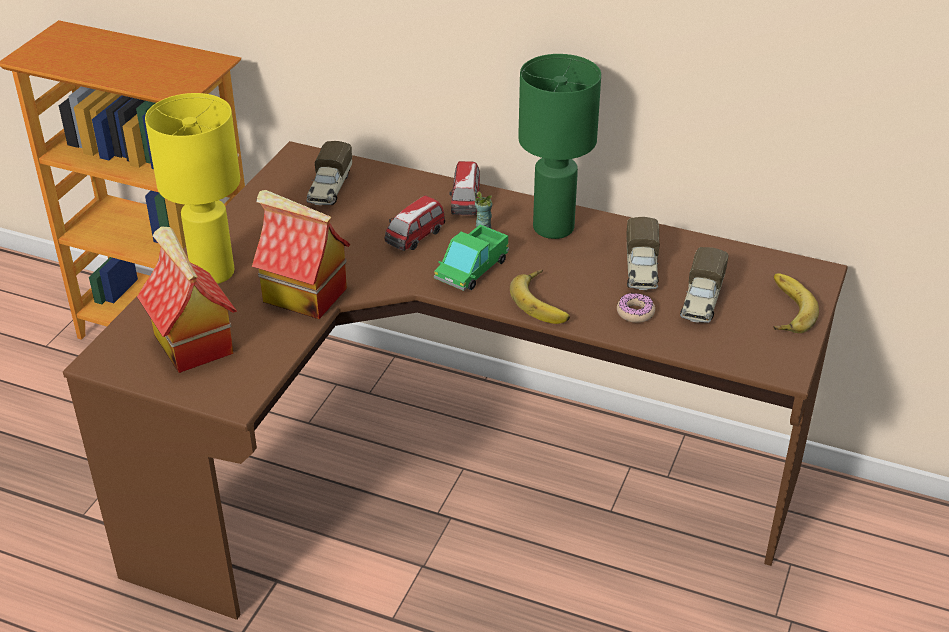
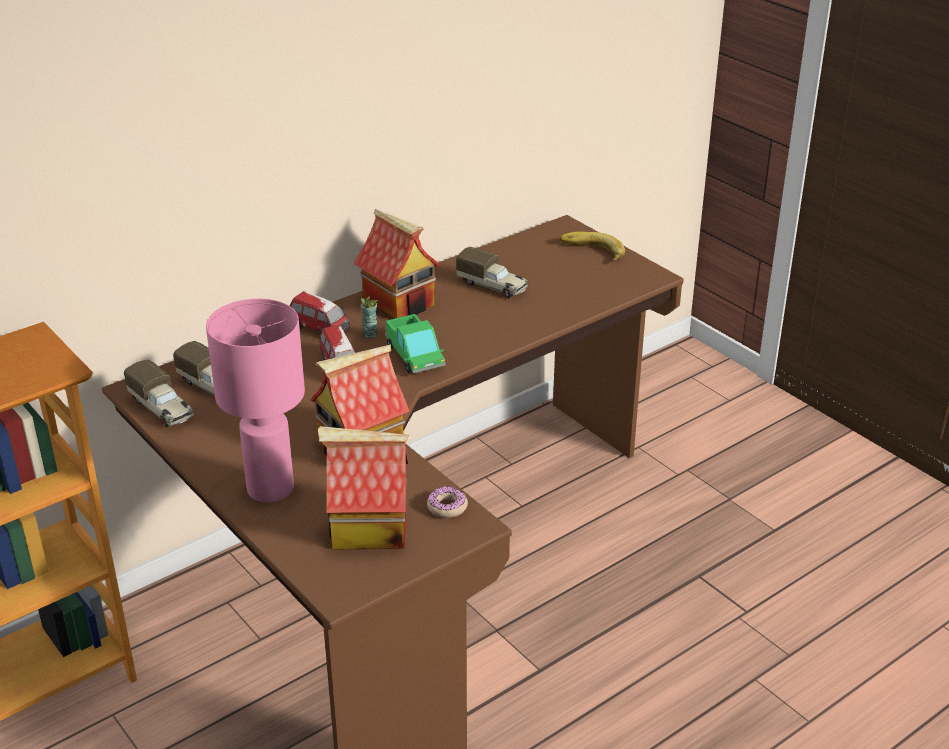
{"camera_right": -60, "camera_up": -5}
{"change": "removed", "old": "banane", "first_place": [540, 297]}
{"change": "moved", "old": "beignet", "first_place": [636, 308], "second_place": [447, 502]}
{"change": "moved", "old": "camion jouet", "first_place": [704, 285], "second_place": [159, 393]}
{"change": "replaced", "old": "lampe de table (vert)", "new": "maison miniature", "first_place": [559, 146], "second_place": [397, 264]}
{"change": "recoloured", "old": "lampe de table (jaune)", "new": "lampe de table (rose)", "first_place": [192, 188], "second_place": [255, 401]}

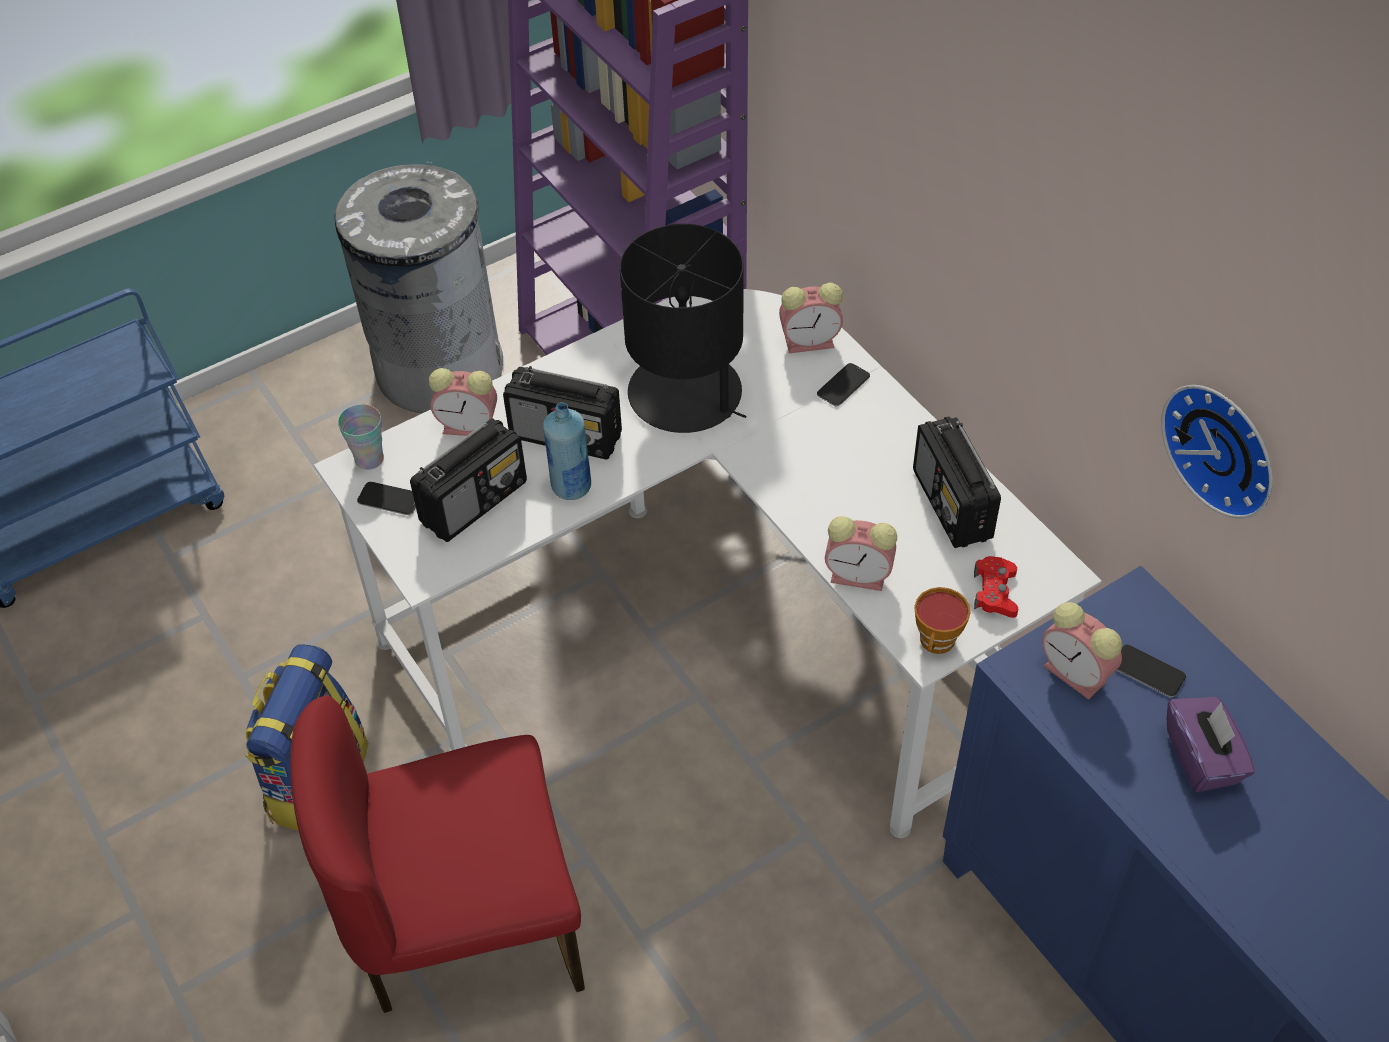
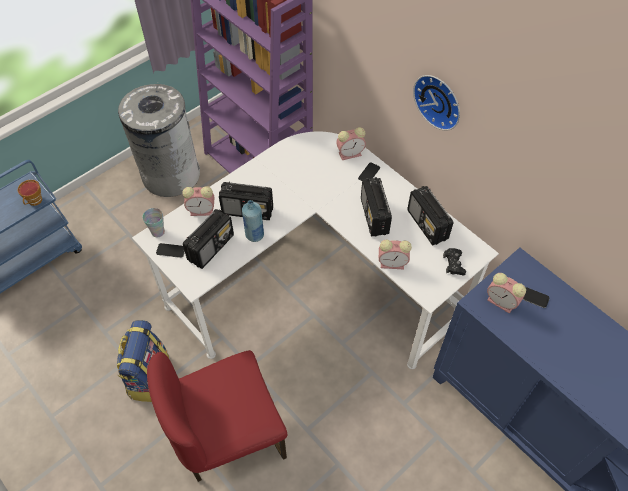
{"camera_right": -10, "camera_up": 5}
{"change": "removed", "old": "lampe de table (noir)", "first_place": [683, 328]}
{"change": "removed", "old": "boîte à mouchoirs (violet)", "first_place": [1211, 744]}
{"change": "added", "new": "radio", "second_place": [376, 206]}
{"change": "moved", "old": "tasse", "first_place": [942, 620], "second_place": [29, 193]}
{"change": "moved", "old": "horloge murale", "first_place": [1217, 452], "second_place": [436, 103]}
{"change": "recoloured", "old": "manette (rouge)", "new": "manette (noir)", "first_place": [996, 587], "second_place": [454, 261]}

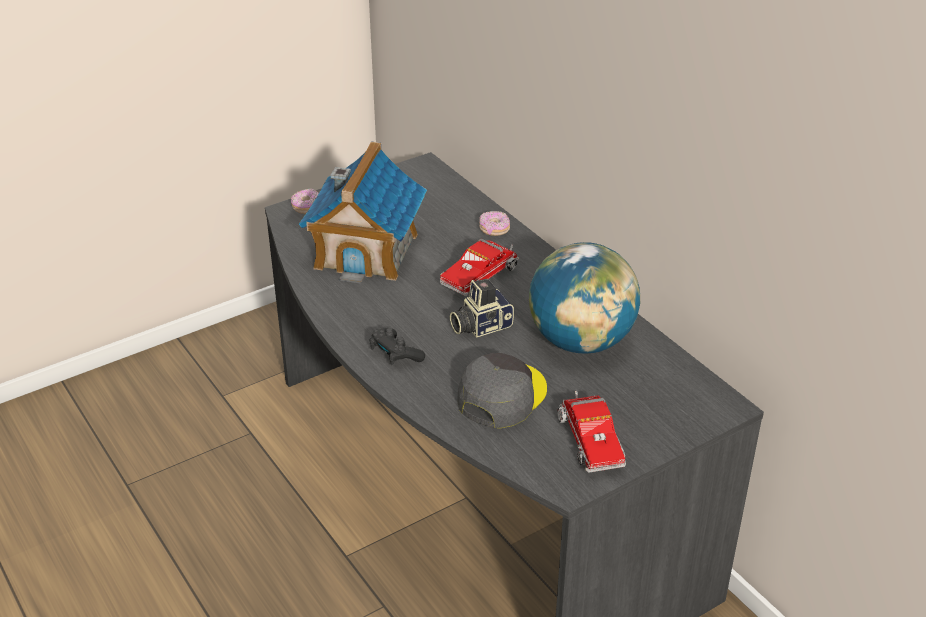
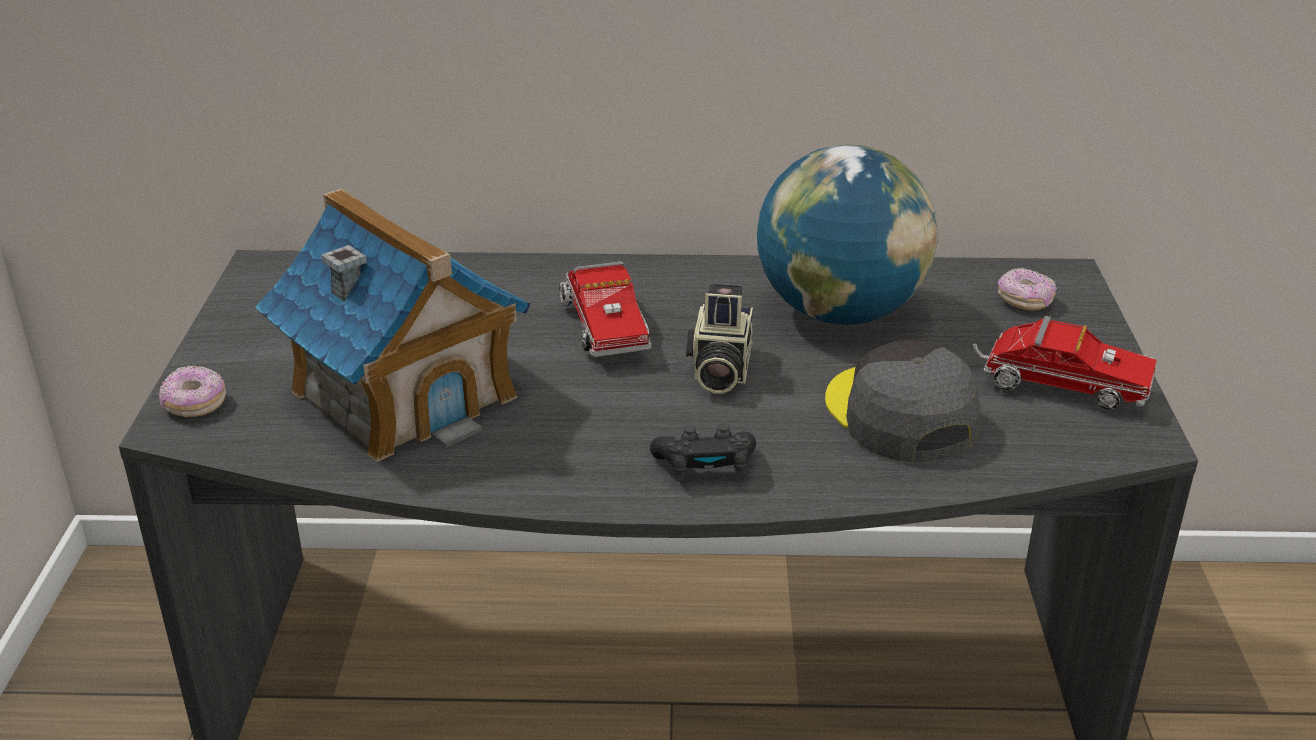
{"camera_right": -55, "camera_up": -5}
{"change": "moved", "old": "beignet", "first_place": [494, 223], "second_place": [1027, 289]}

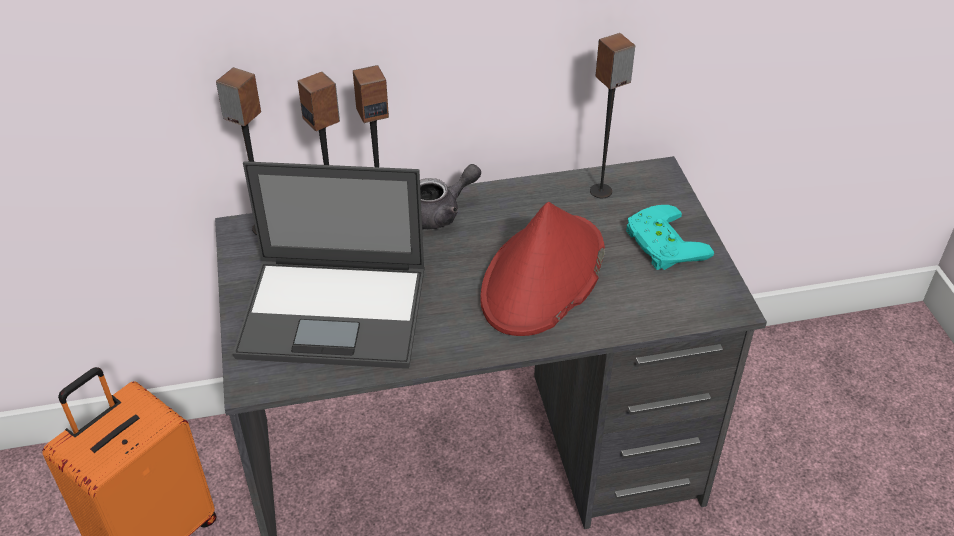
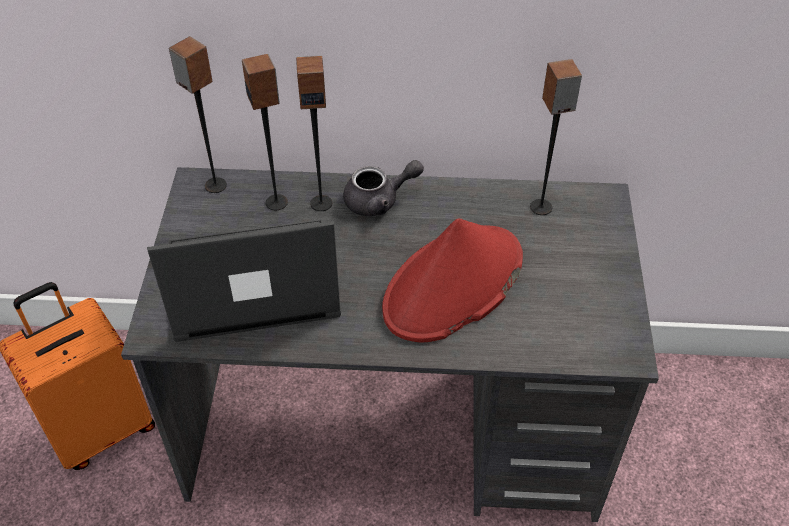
{"camera_right": 15, "camera_up": 5}
{"change": "removed", "old": "manette (turquoise)", "first_place": [670, 237]}
{"change": "turned", "old": "ordinateur portable", "first_place": [329, 265], "second_place": [244, 280], "degrees": 150}

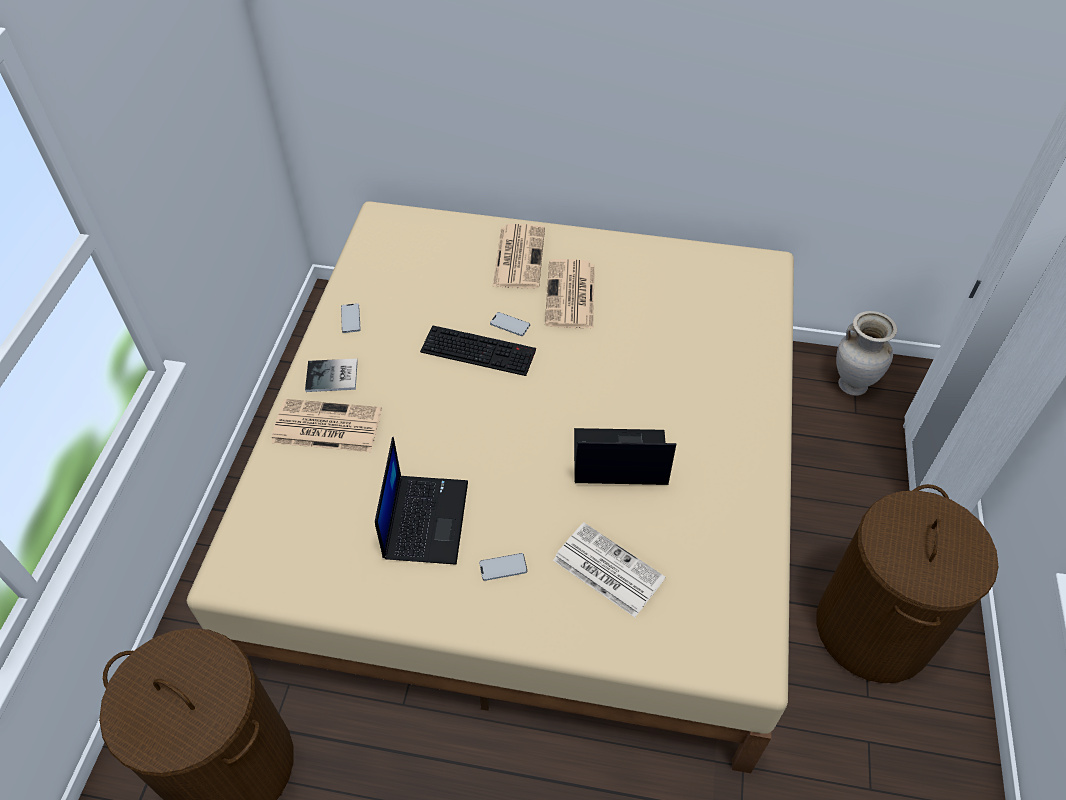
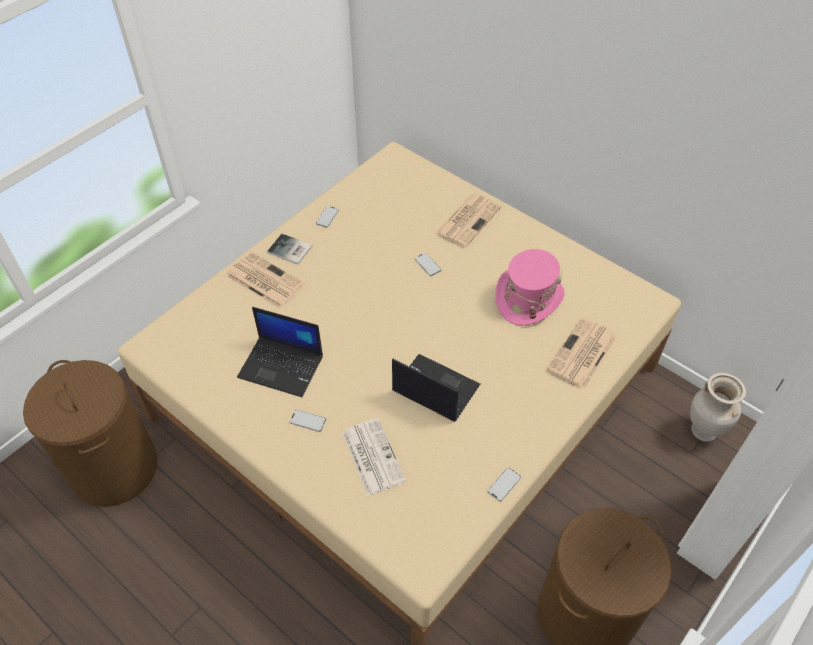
{"camera_right": 30, "camera_up": 0}
{"change": "removed", "old": "clavier", "first_place": [478, 350]}
{"change": "added", "new": "téléphone", "second_place": [504, 484]}
{"change": "added", "new": "chapeau (rose)", "second_place": [530, 287]}
{"change": "moved", "old": "journal", "first_place": [570, 294], "second_place": [582, 353]}
{"change": "turned", "old": "ordinateur portable", "first_place": [421, 501], "second_place": [280, 352], "degrees": 75}

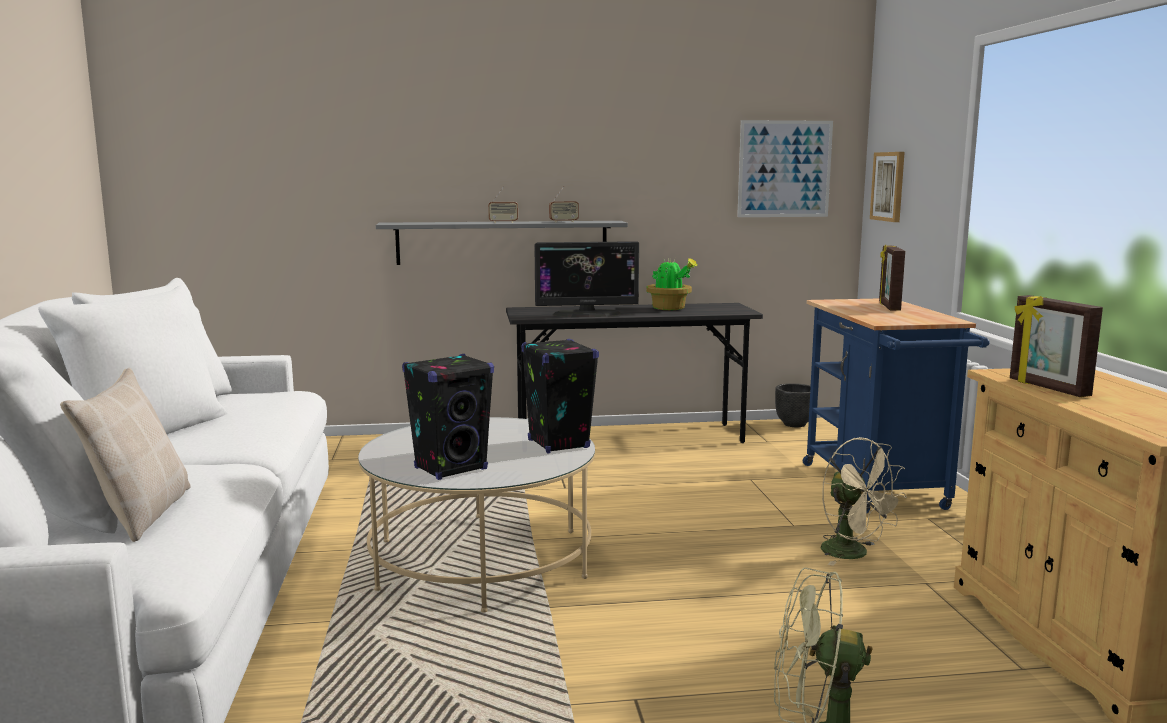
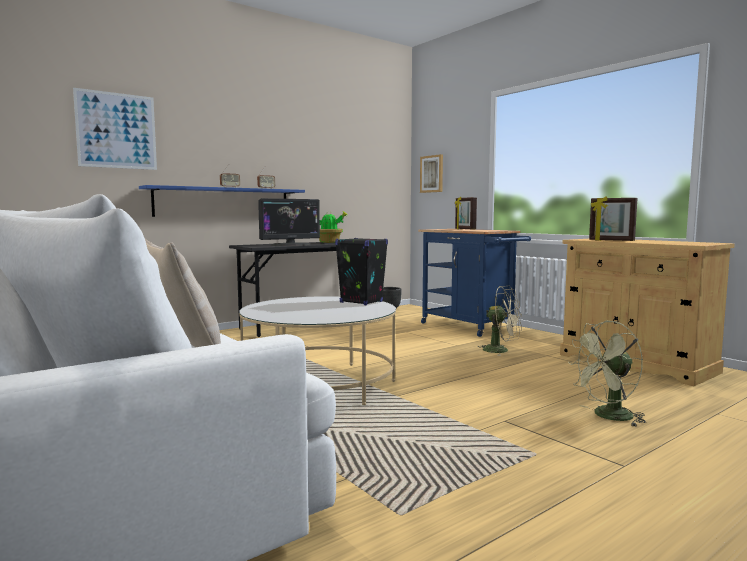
{"camera_right": -30, "camera_up": -5}
{"change": "removed", "old": "enceinte (noir)", "first_place": [448, 417]}
{"change": "moved", "old": "tableau", "first_place": [785, 168], "second_place": [115, 129]}
{"change": "recoloured", "old": "étagère (gris)", "new": "étagère (bleu)", "first_place": [502, 243], "second_place": [222, 201]}

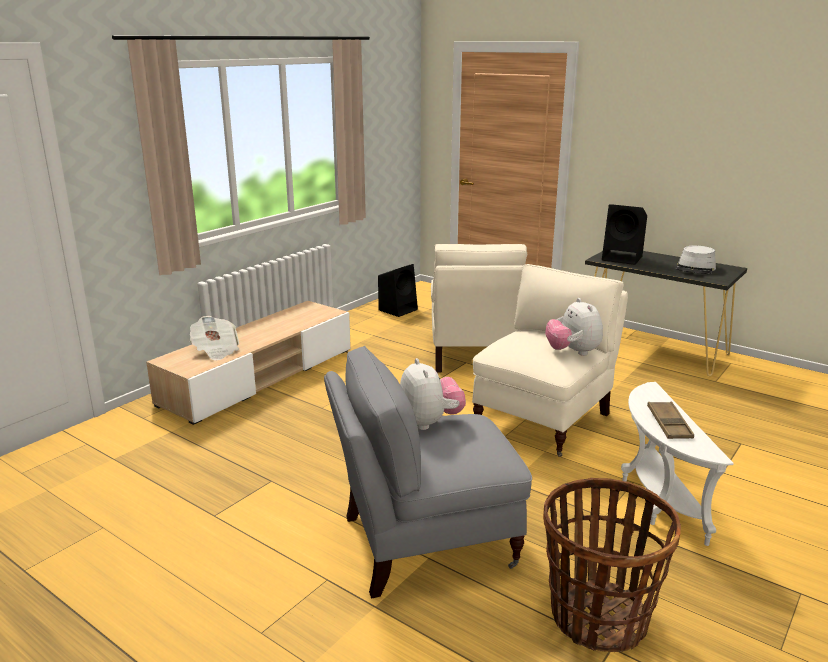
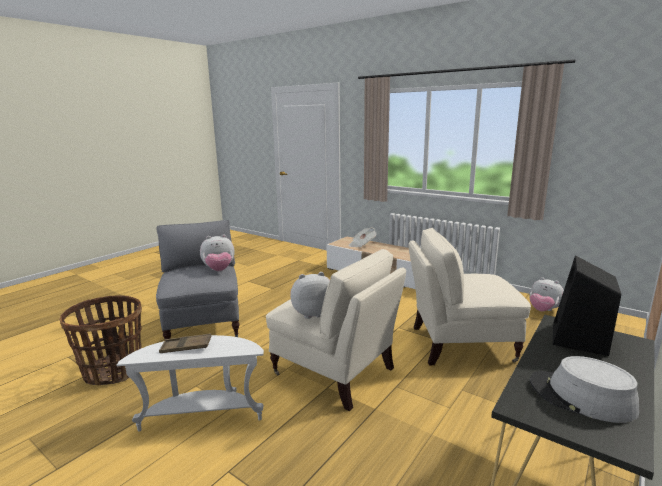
{"camera_right": 90, "camera_up": -5}
{"change": "replaced", "old": "enceinte (noir)", "new": "peluche", "first_place": [398, 290], "second_place": [547, 294]}

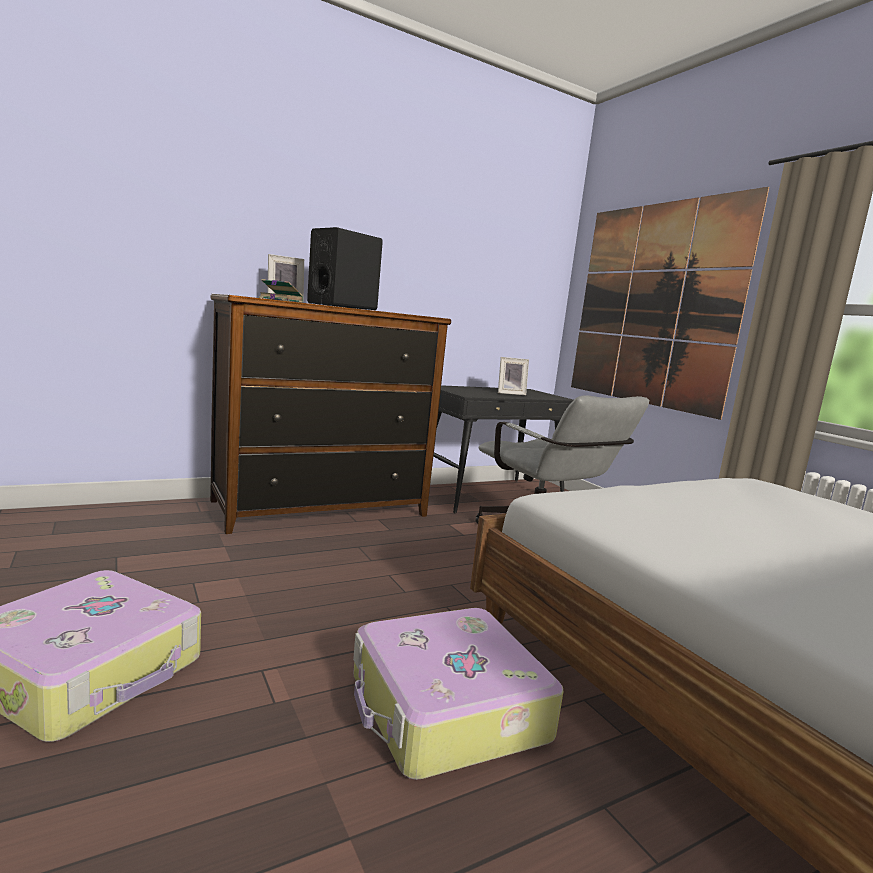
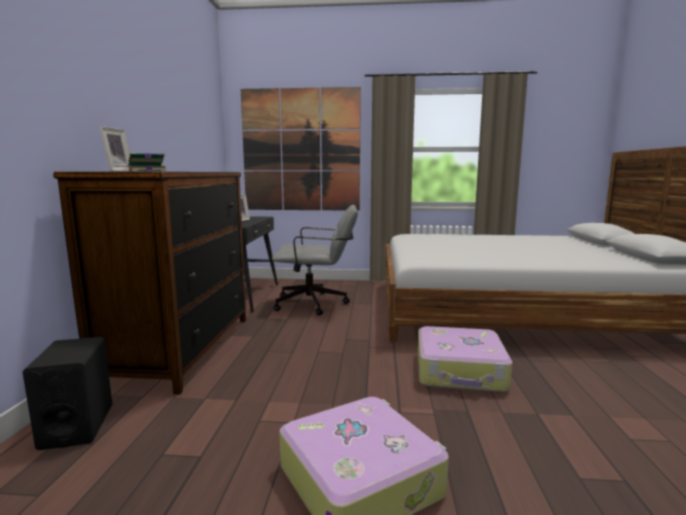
{"camera_right": -55, "camera_up": 0}
{"change": "moved", "old": "enceinte (noir)", "first_place": [345, 268], "second_place": [67, 393]}

